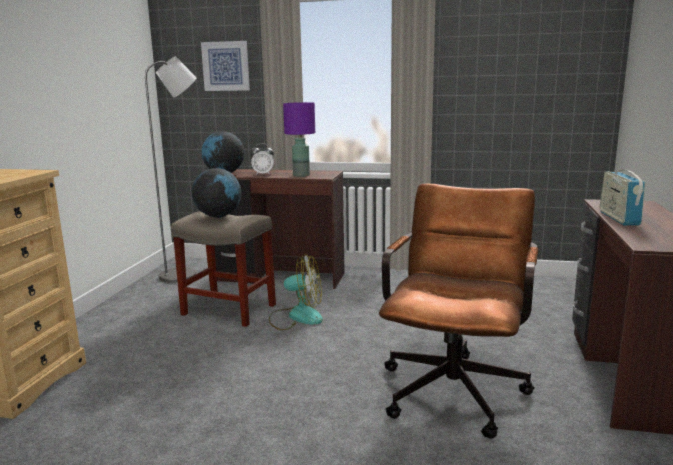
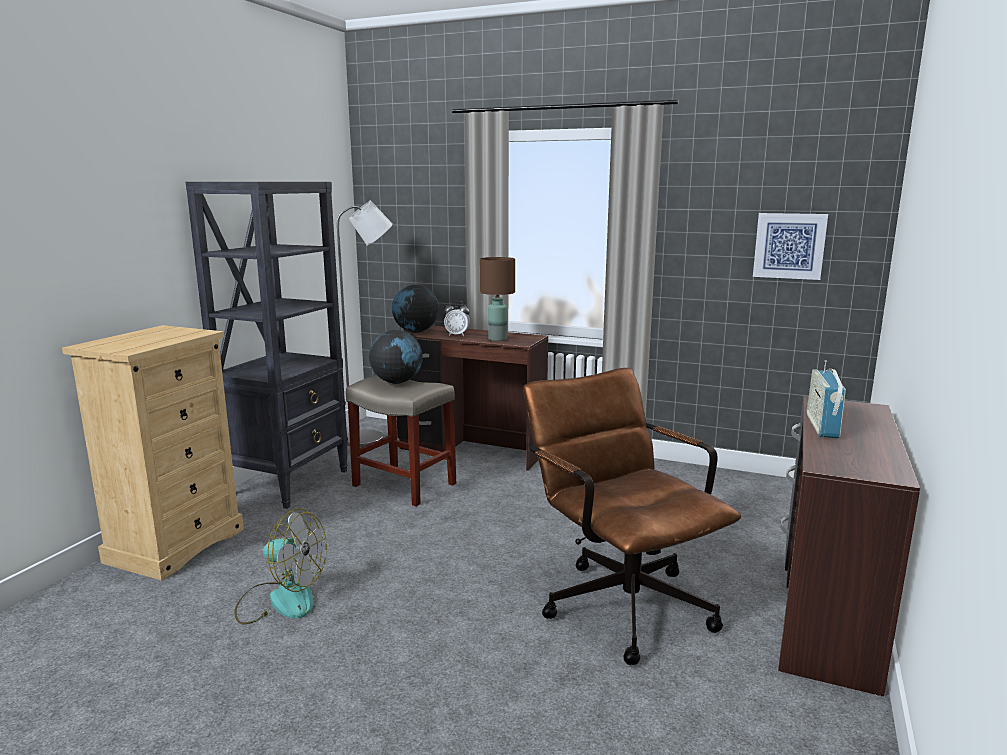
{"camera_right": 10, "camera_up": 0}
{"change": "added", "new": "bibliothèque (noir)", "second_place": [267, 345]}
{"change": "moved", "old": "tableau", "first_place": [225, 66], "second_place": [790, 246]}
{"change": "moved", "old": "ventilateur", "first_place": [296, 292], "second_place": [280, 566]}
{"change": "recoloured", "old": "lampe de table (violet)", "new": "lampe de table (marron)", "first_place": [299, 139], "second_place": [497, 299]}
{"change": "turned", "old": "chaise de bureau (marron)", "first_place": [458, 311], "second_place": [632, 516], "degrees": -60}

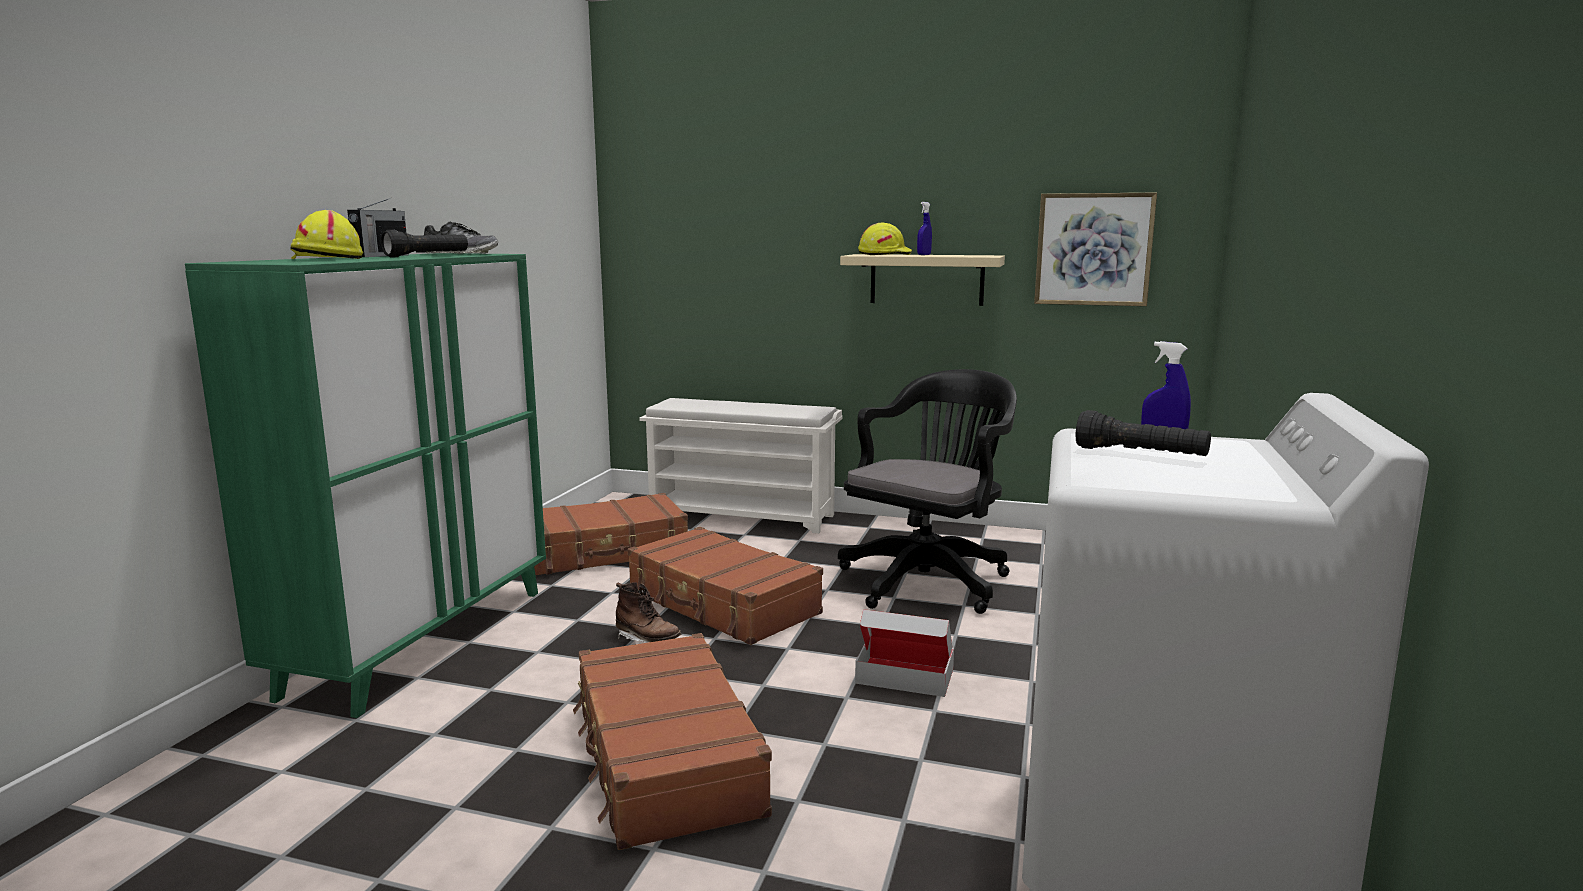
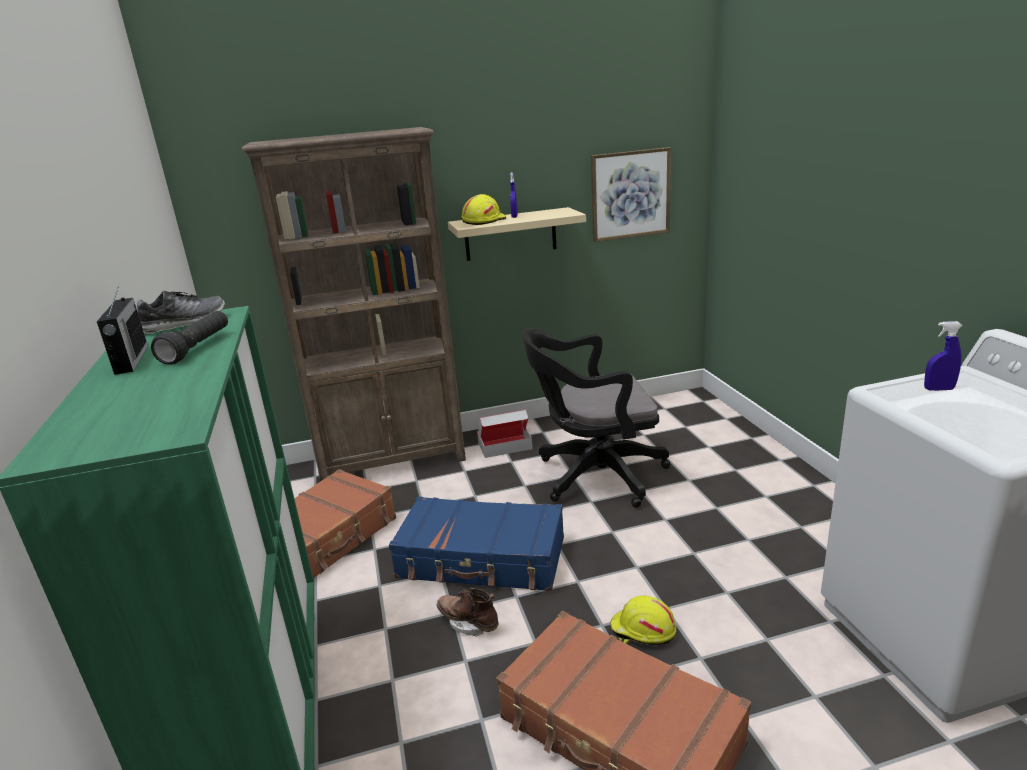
{"camera_right": -30, "camera_up": 10}
{"change": "removed", "old": "lampe de poche (noir)", "first_place": [1143, 433]}
{"change": "moved", "old": "casque de chantier (jaune)", "first_place": [326, 234], "second_place": [643, 620]}
{"change": "moved", "old": "carton", "first_place": [904, 653], "second_place": [505, 434]}
{"change": "replaced", "old": "étagère à chaussures (blanc)", "new": "bibliothèque (marron)", "first_place": [740, 466], "second_place": [354, 304]}
{"change": "recoloured", "old": "valise (marron)", "new": "valise (bleu)", "first_place": [725, 586], "second_place": [476, 544]}
{"change": "turned", "old": "botte (marron)", "first_place": [648, 612], "second_place": [467, 612], "degrees": -150}
{"change": "turned", "old": "chaise de bureau (noir)", "first_place": [927, 491], "second_place": [596, 418], "degrees": -105}

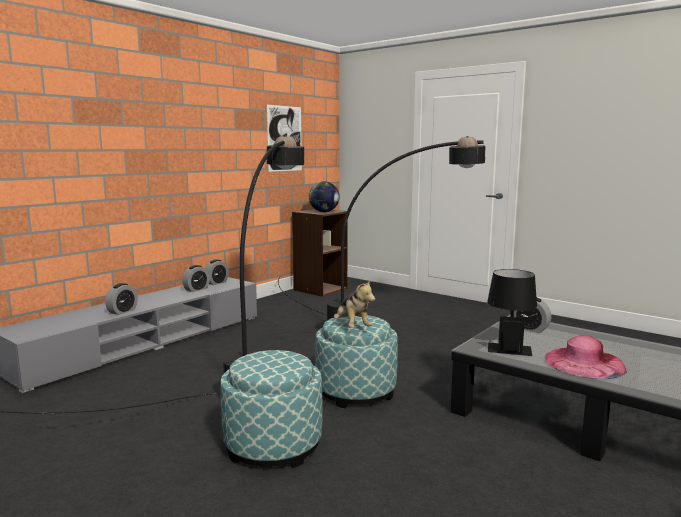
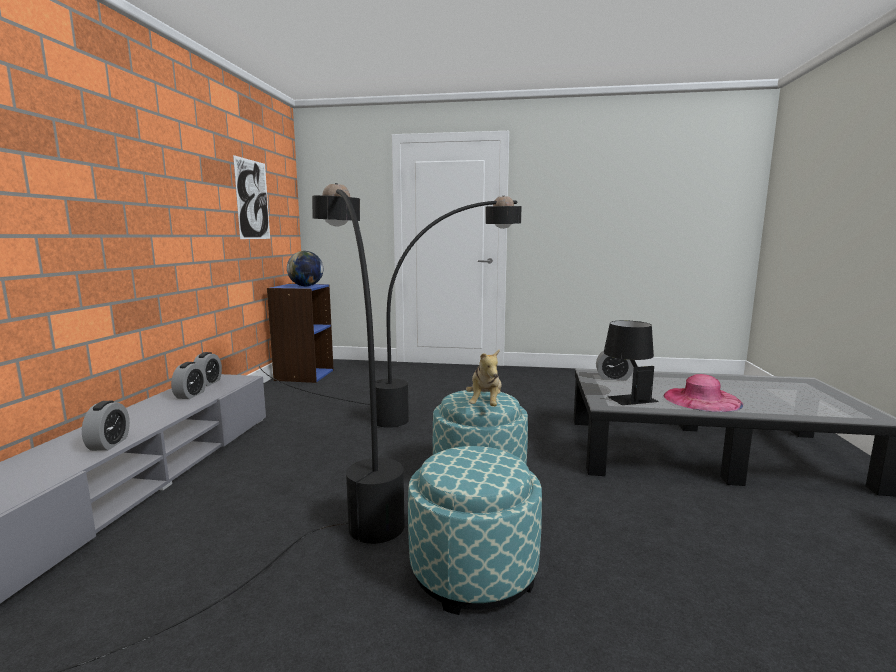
{"camera_right": -30, "camera_up": 0}
{"change": "recoloured", "old": "bibliothèque (marron)", "new": "bibliothèque (bleu)", "first_place": [320, 253], "second_place": [300, 333]}
{"change": "turned", "old": "peluche", "first_place": [354, 303], "second_place": [484, 378], "degrees": 60}

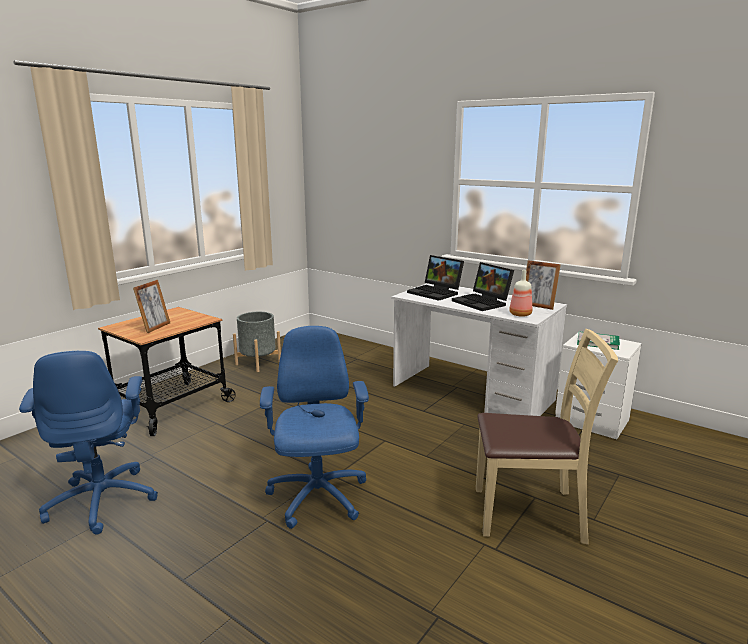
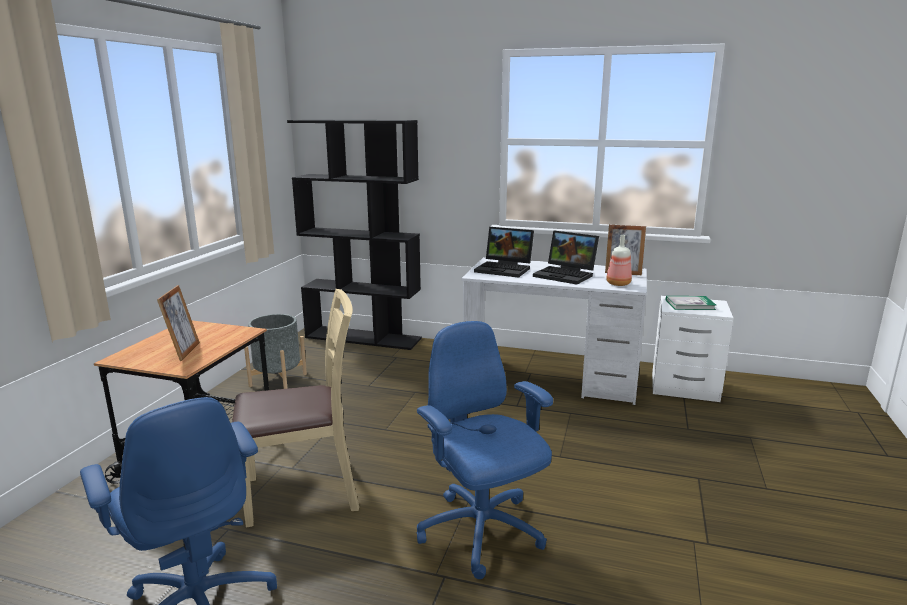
{"camera_right": -20, "camera_up": 0}
{"change": "added", "new": "bibliothèque (noir)", "second_place": [354, 234]}
{"change": "moved", "old": "chaise (beige)", "first_place": [547, 437], "second_place": [295, 408]}

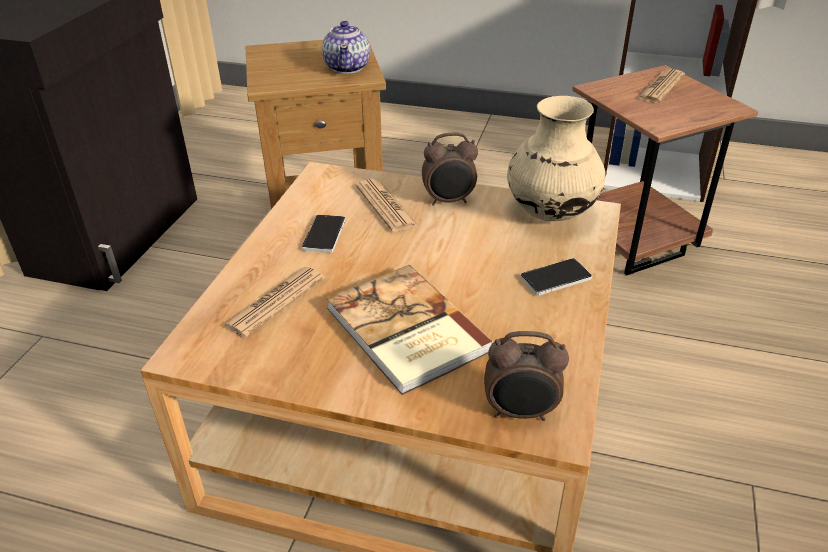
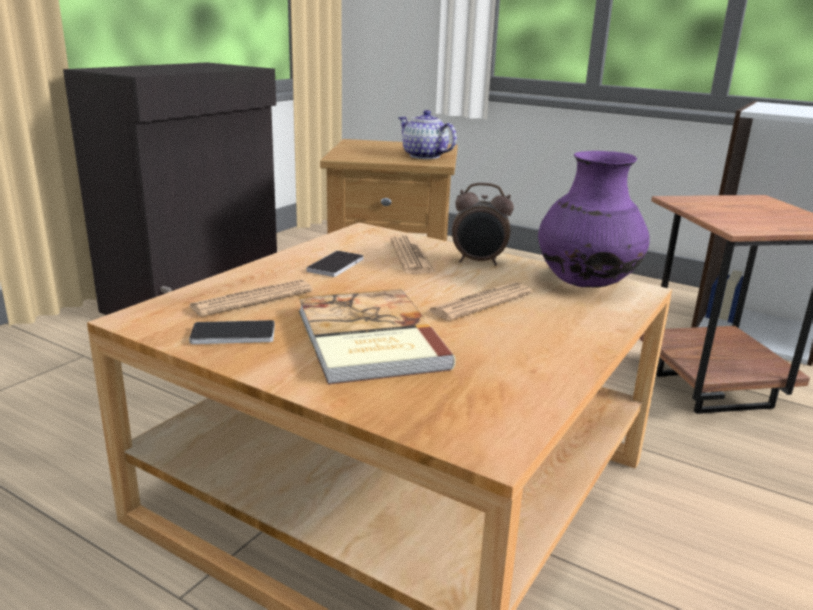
{"camera_right": 15, "camera_up": -15}
{"change": "removed", "old": "réveil", "first_place": [526, 376]}
{"change": "moved", "old": "téléphone", "first_place": [556, 277], "second_place": [232, 332]}
{"change": "moved", "old": "journal", "first_place": [661, 86], "second_place": [479, 301]}
{"change": "recoloured", "old": "vase (beige)", "new": "vase (violet)", "first_place": [556, 158], "second_place": [594, 219]}
{"change": "turned", "old": "théière", "first_place": [346, 47], "second_place": [427, 134], "degrees": 120}

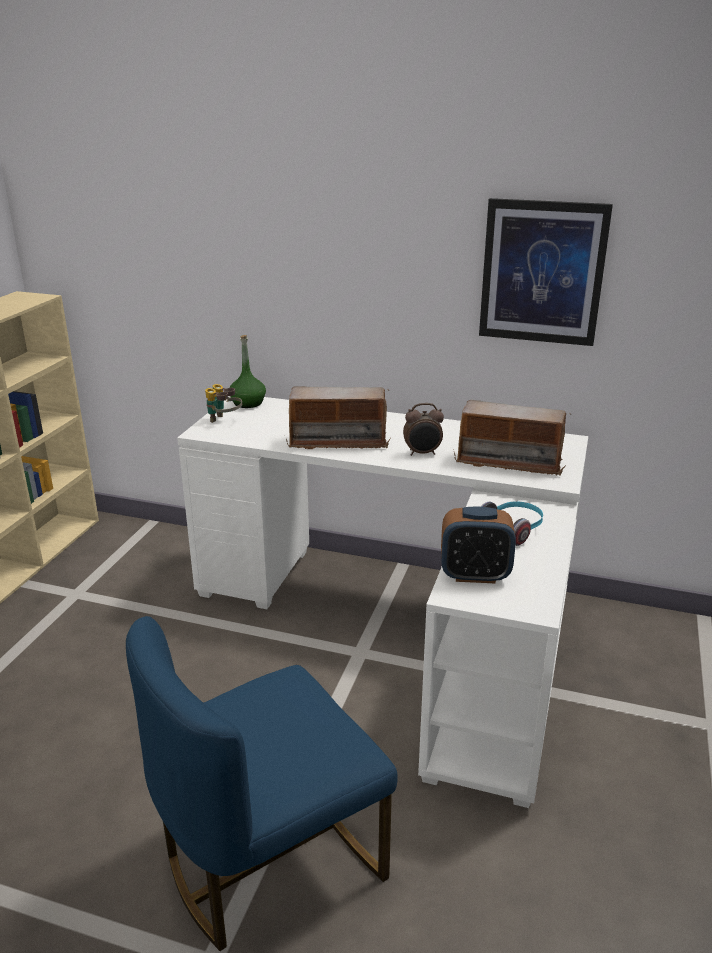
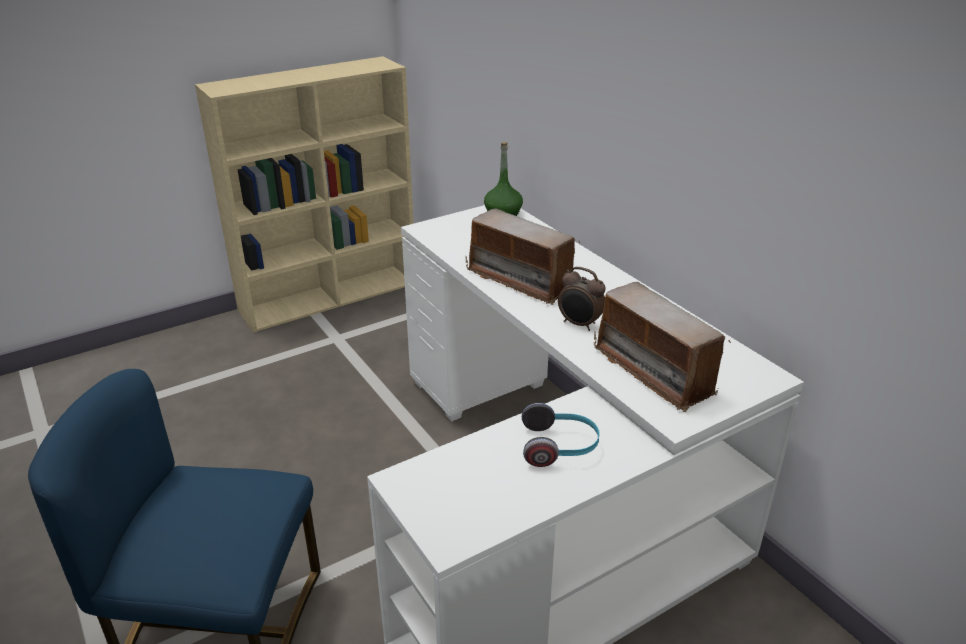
{"camera_right": 40, "camera_up": 5}
{"change": "removed", "old": "jumelles", "first_place": [223, 403]}
{"change": "removed", "old": "réveil", "first_place": [478, 545]}
{"change": "removed", "old": "tableau", "first_place": [546, 272]}

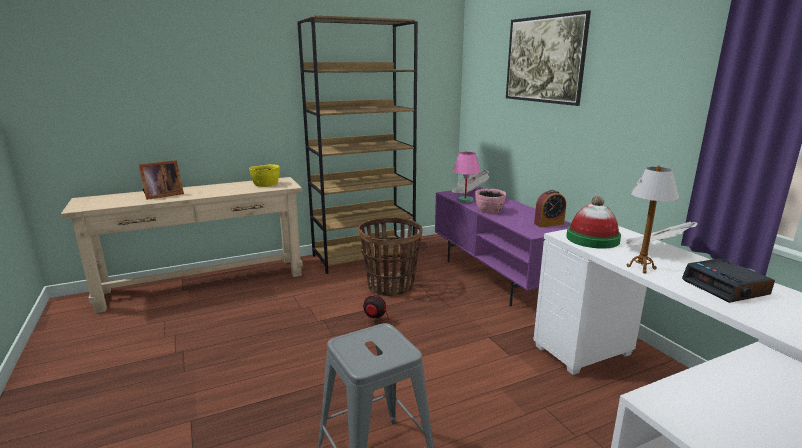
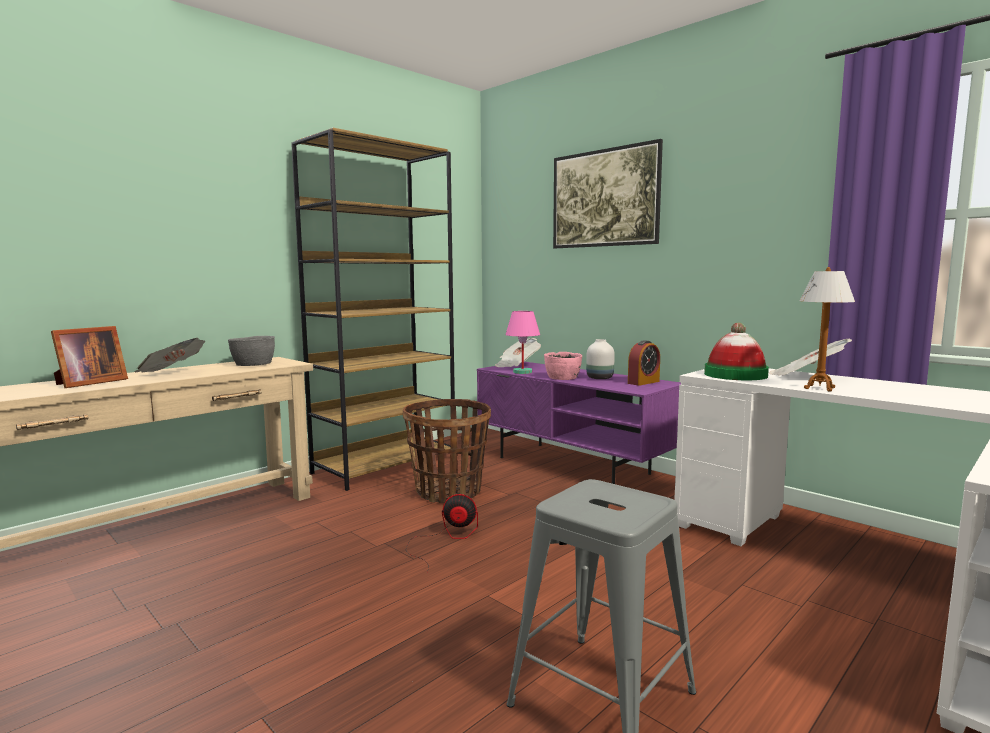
{"camera_right": -20, "camera_up": -10}
{"change": "removed", "old": "réveil", "first_place": [728, 280]}
{"change": "added", "new": "journal", "second_place": [170, 355]}
{"change": "added", "new": "vase (blanc)", "second_place": [600, 359]}
{"change": "recoloured", "old": "bol (jaune)", "new": "bol (gris)", "first_place": [264, 175], "second_place": [251, 351]}

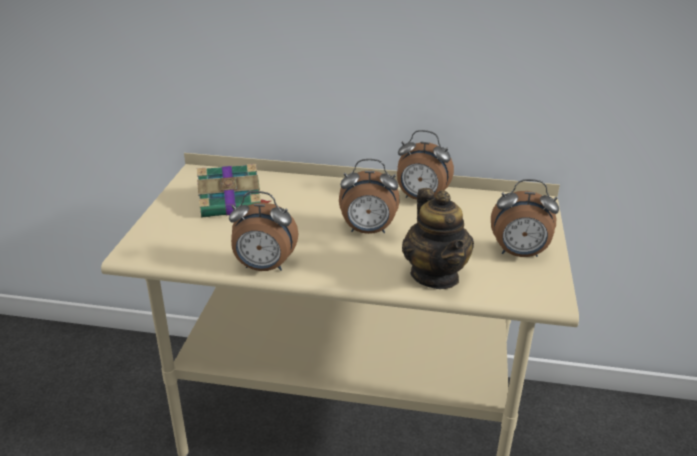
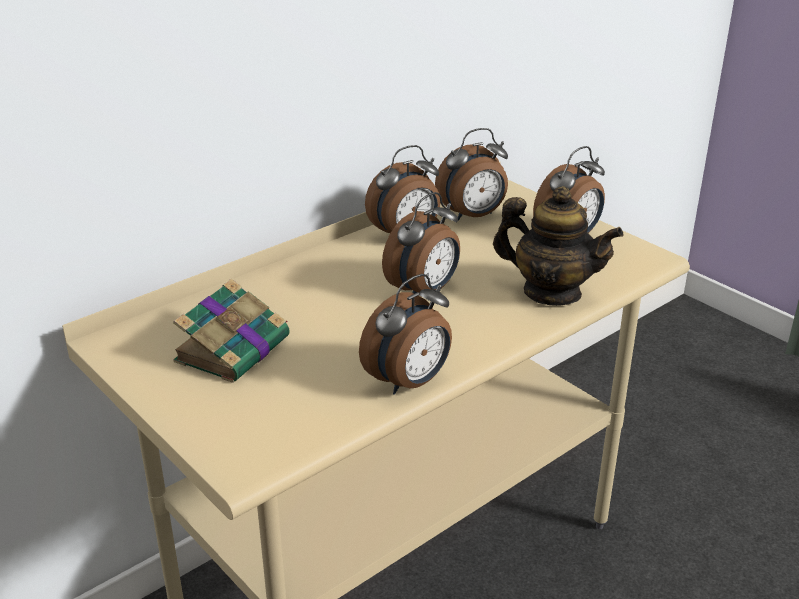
{"camera_right": -50, "camera_up": 0}
{"change": "added", "new": "réveil", "second_place": [471, 174]}

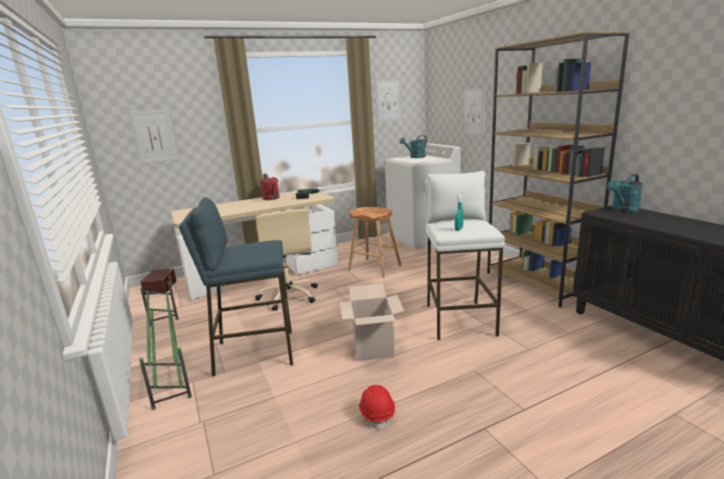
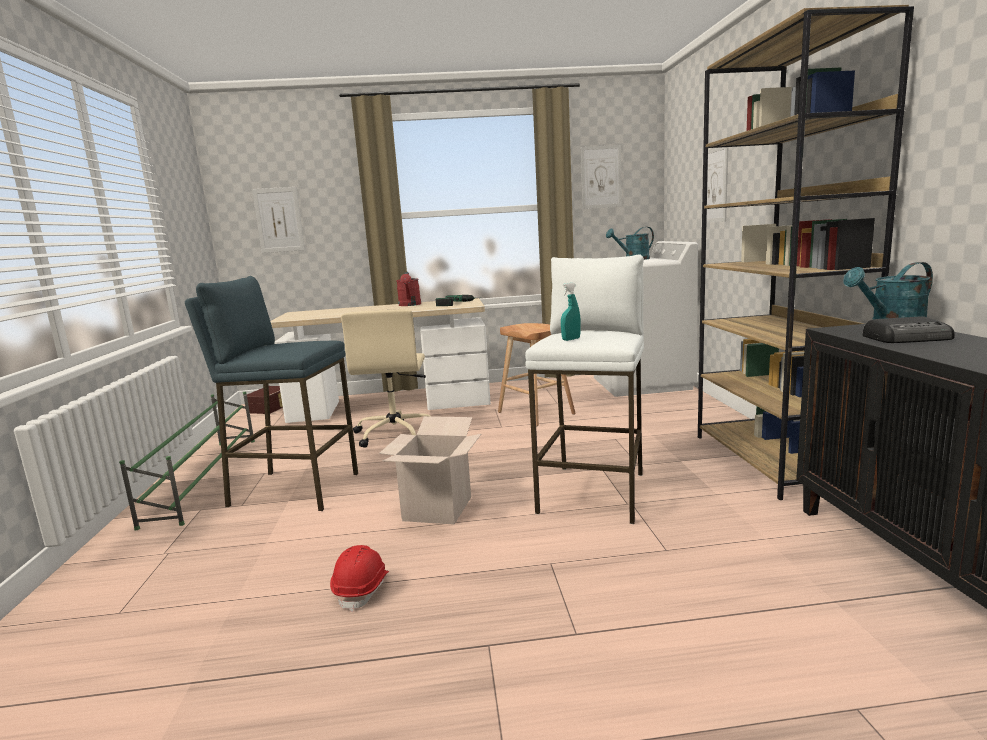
{"camera_right": 20, "camera_up": -5}
{"change": "added", "new": "radio", "second_place": [909, 329]}

